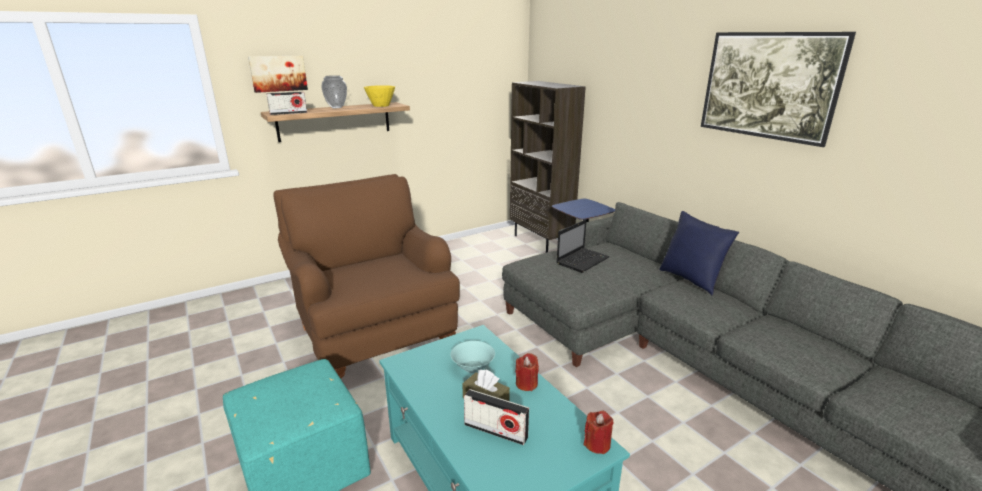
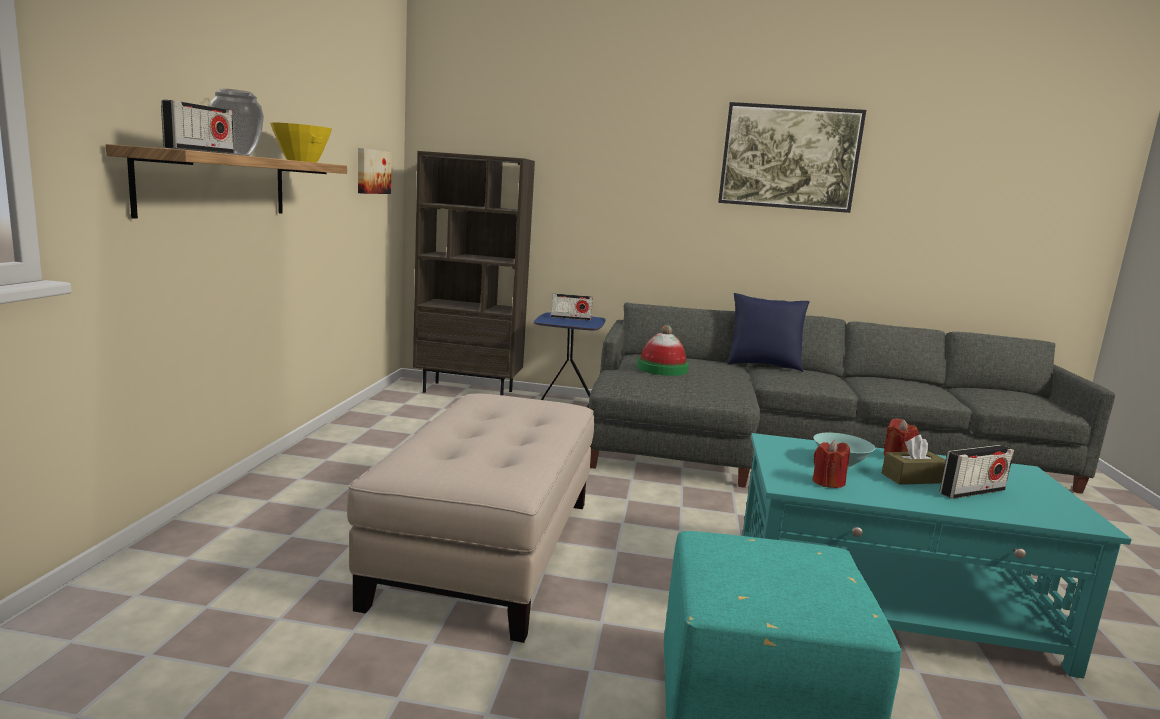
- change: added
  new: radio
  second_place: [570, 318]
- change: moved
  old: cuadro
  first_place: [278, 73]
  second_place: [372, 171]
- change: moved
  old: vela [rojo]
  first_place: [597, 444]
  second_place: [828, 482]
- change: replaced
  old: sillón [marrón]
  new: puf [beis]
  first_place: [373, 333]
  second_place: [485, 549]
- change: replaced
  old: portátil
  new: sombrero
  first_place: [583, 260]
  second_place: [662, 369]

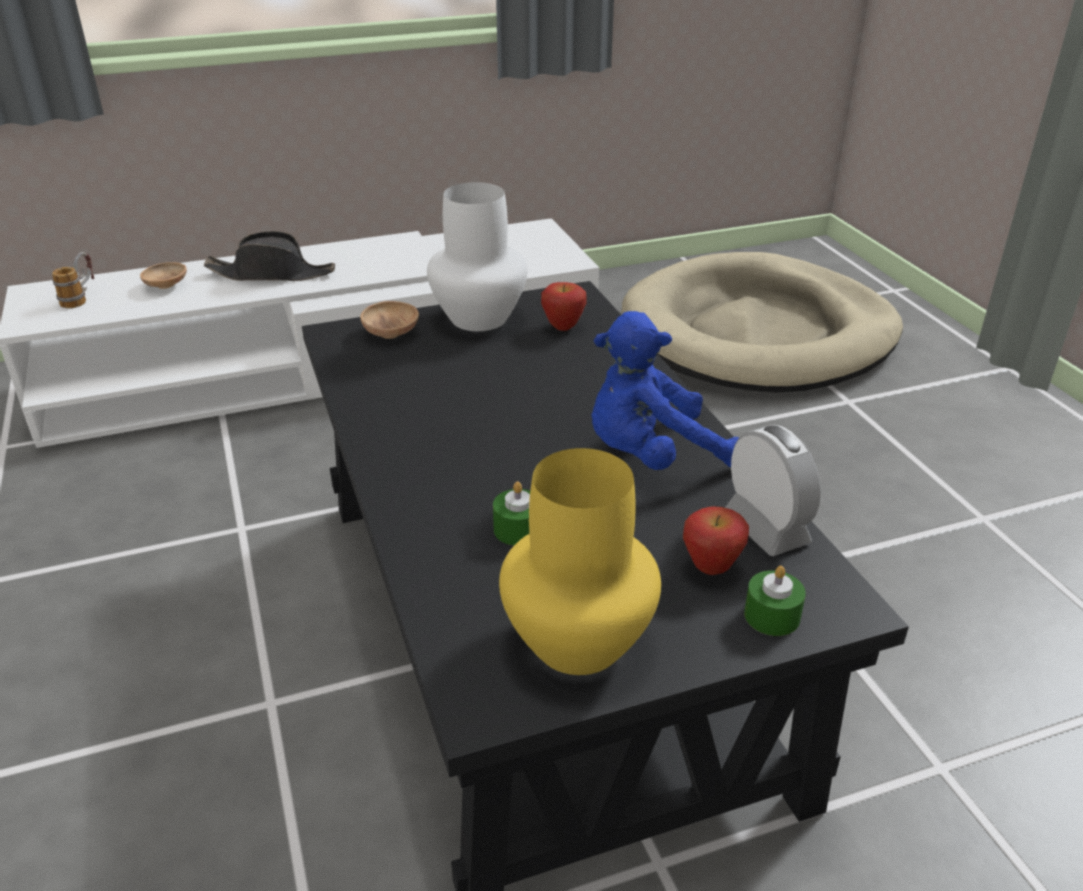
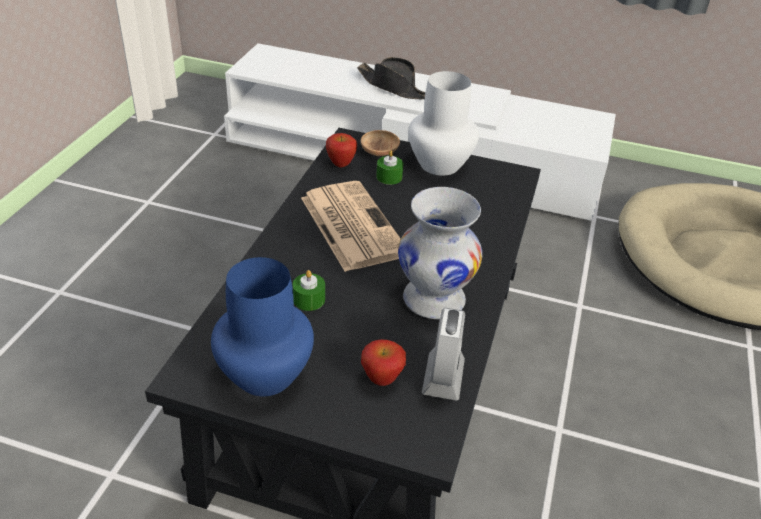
- change: removed
  old: taza grande
  first_place: [81, 298]
- change: removed
  old: cuenco [marrón]
  first_place: [166, 286]
- change: added
  new: periódico
  second_place: [351, 225]
- change: moved
  old: manzana
  first_place: [563, 327]
  second_place: [341, 164]
- change: moved
  old: vela [verde]
  first_place: [772, 616]
  second_place: [389, 177]
- change: replaced
  old: peluche [azul]
  new: florero [blanco]
  first_place: [652, 456]
  second_place: [433, 298]
- change: recoloured
  old: florero [amarillo]
  new: florero [azul]
  first_place: [580, 641]
  second_place: [266, 375]

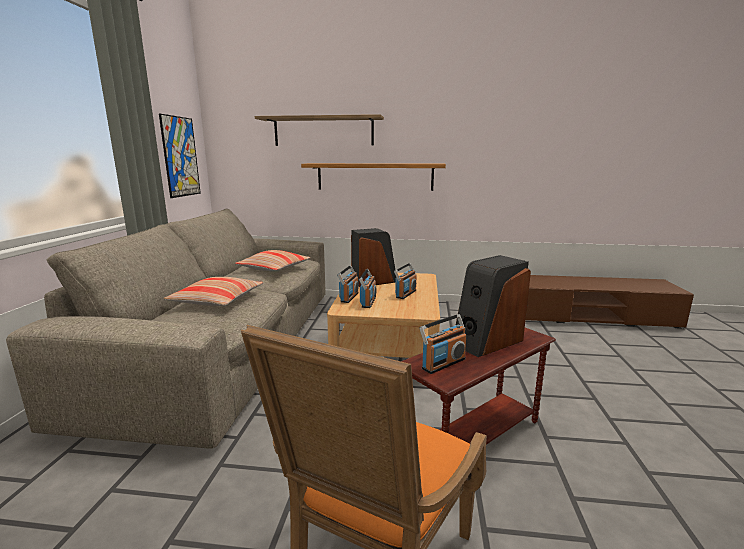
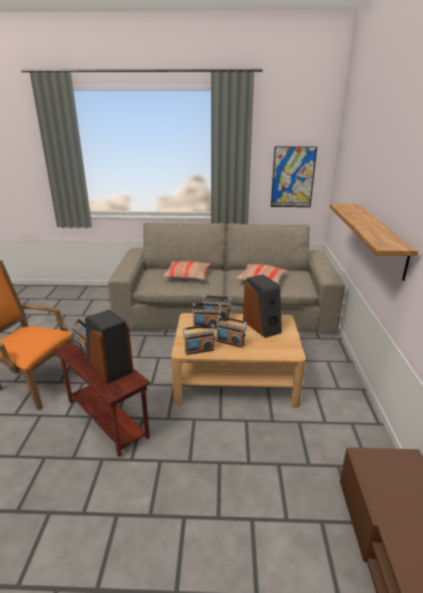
- change: removed
  old: estante
  first_place: [323, 131]
- change: added
  new: radio
  second_place: [199, 350]

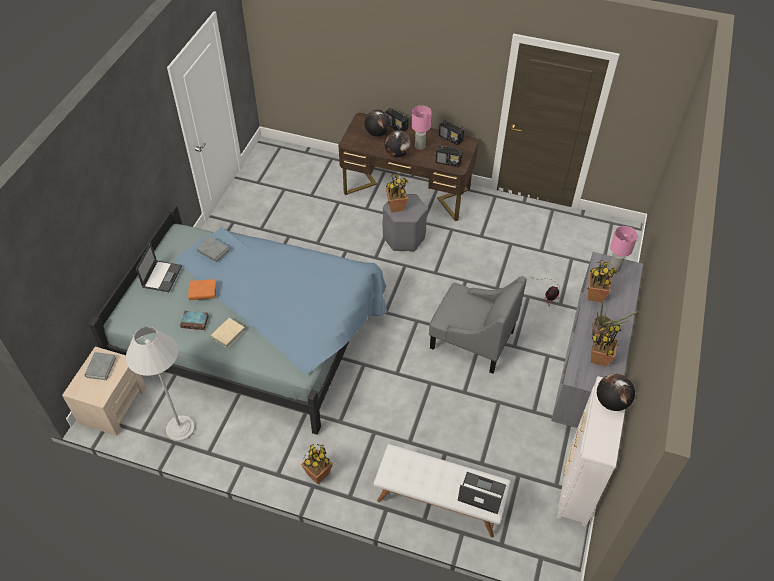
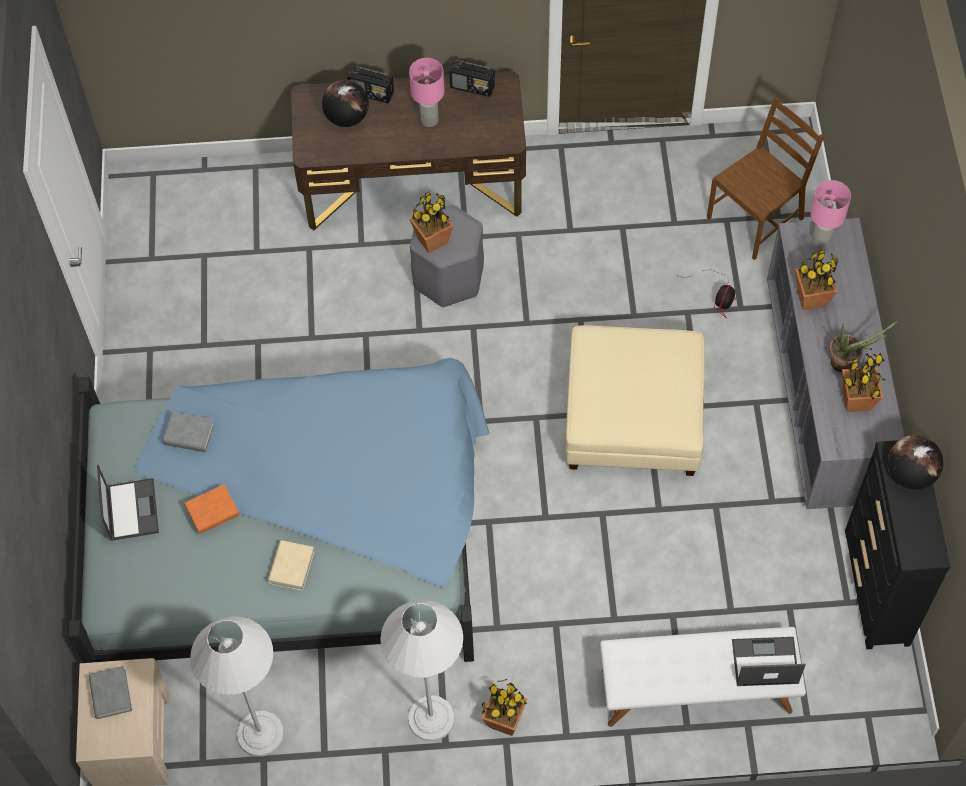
- change: removed
  old: libro
  first_place: [195, 321]
- change: removed
  old: globo terráqueo
  first_place: [397, 154]
- change: removed
  old: radio
  first_place: [448, 162]
- change: added
  new: lámpara de pie [blanco]
  second_place: [431, 718]
- change: added
  new: silla [marrón]
  second_place: [756, 218]
- change: replaced
  old: sillón [gris]
  new: puf [beis]
  first_place: [471, 340]
  second_place: [633, 419]
- change: recoloured
  old: cómoda [blanco]
  new: cómoda [negro]
  first_place: [578, 484]
  second_place: [876, 588]

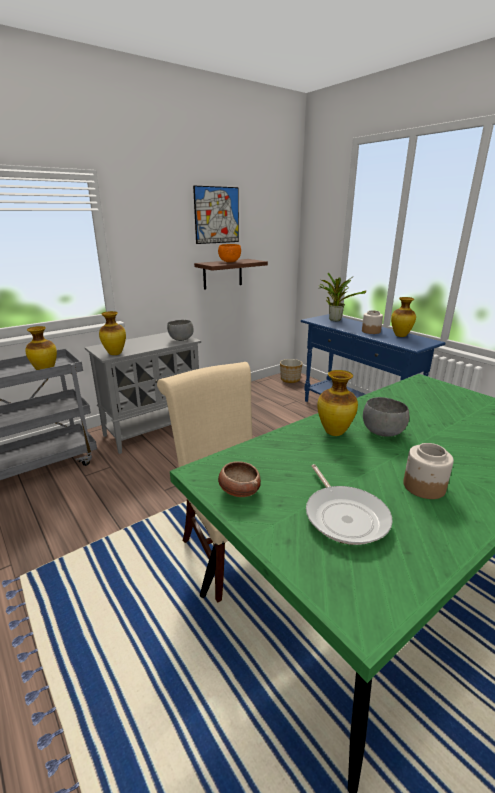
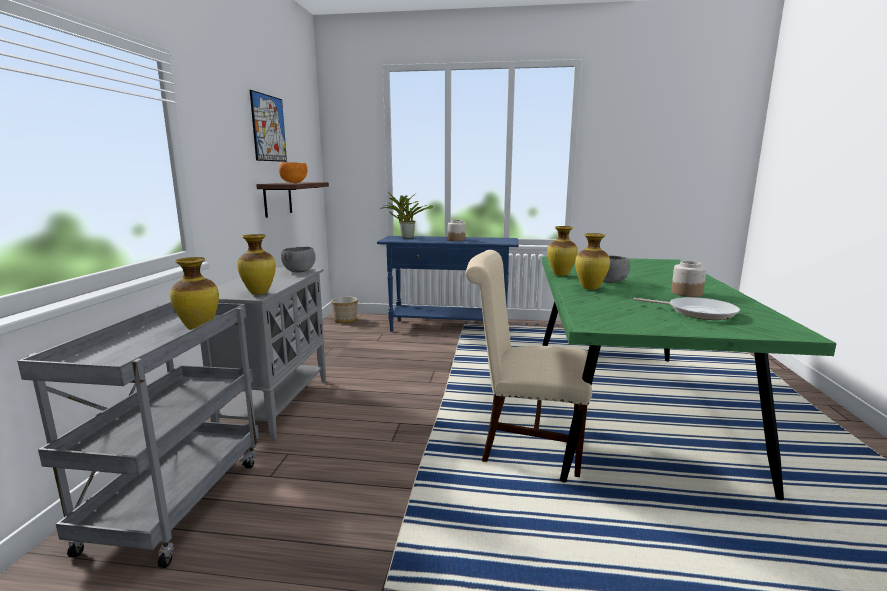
- change: removed
  old: cuenco
  first_place: [239, 491]
- change: moved
  old: florero
  first_place: [400, 336]
  second_place: [561, 275]

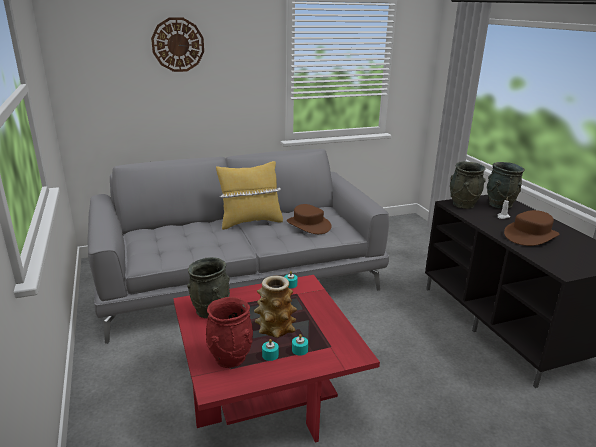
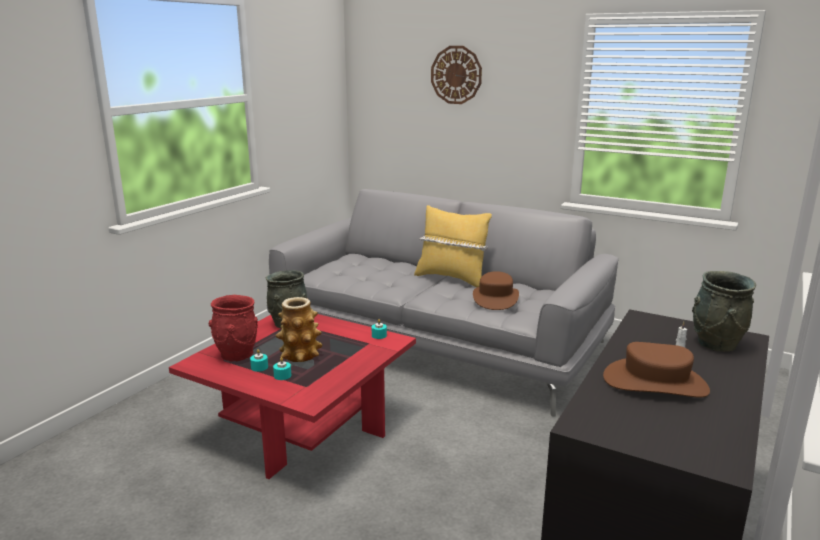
- change: removed
  old: florero [gris]
  first_place: [463, 204]

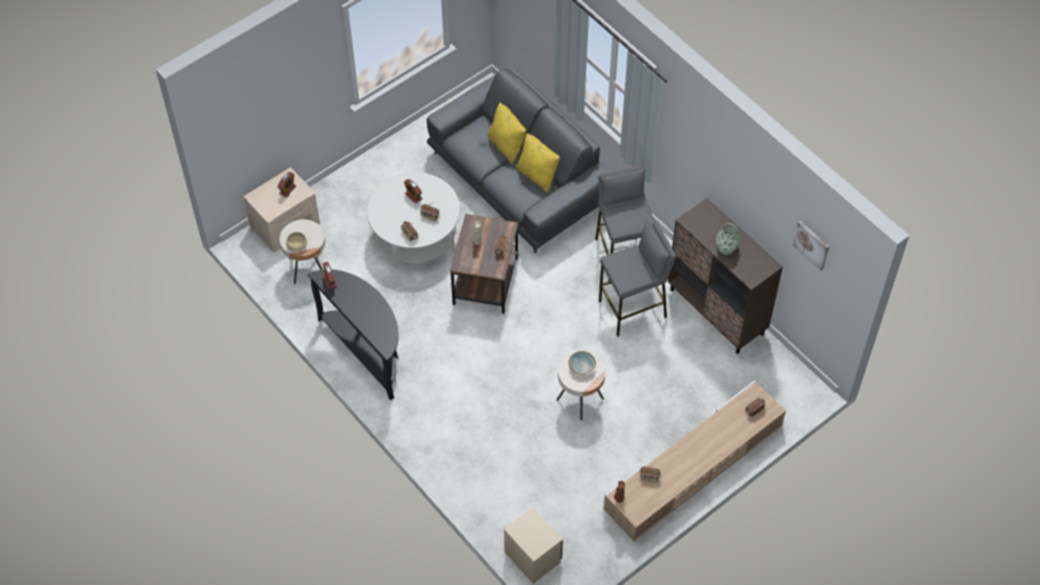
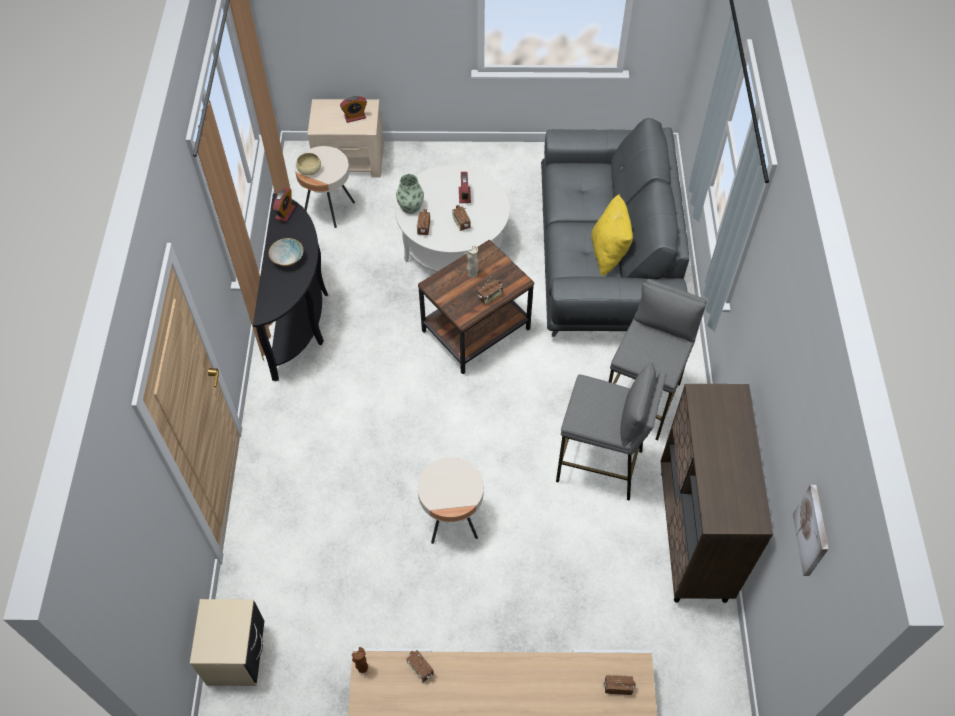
- change: removed
  old: cojín [amarillo]
  first_place: [506, 145]
- change: moved
  old: cuenco
  first_place: [582, 367]
  second_place: [288, 258]
- change: moved
  old: florero
  first_place: [726, 248]
  second_place: [411, 206]

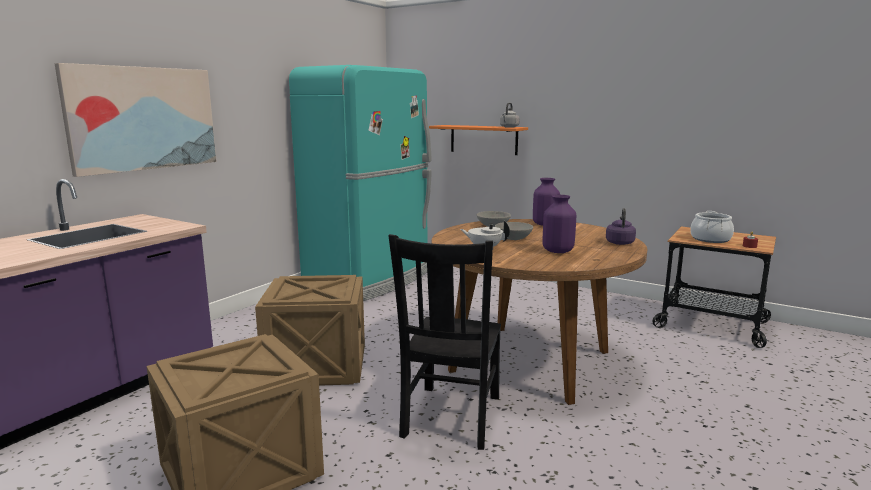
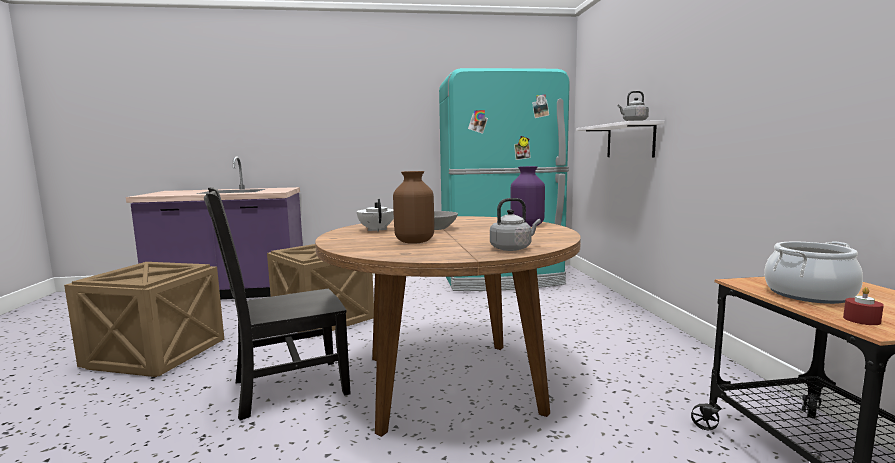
- change: removed
  old: cuadro
  first_place: [143, 118]
- change: removed
  old: cuenco [gris]
  first_place: [493, 226]
- change: recoloured
  old: estante [naranja]
  new: estante [blanco]
  first_place: [483, 139]
  second_place: [630, 141]
- change: recoloured
  old: florero [morado]
  new: florero [marrón]
  first_place: [557, 251]
  second_place: [414, 241]
- change: recoloured
  old: hervidor [morado]
  new: hervidor [gris]
  first_place: [619, 242]
  second_place: [512, 248]

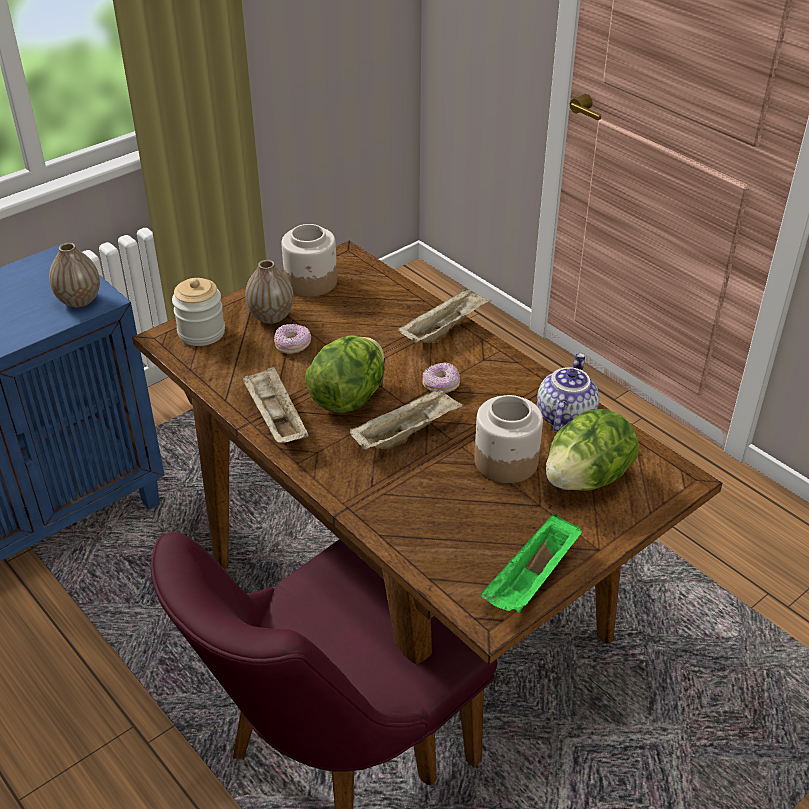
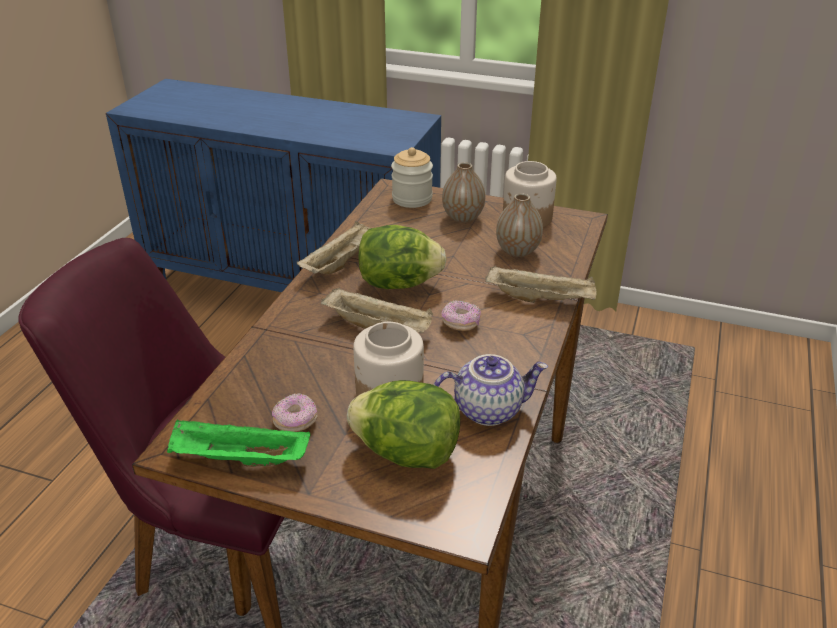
- change: moved
  old: florero
  first_place: [79, 300]
  second_place: [517, 251]
- change: moved
  old: rosquilla
  first_place: [293, 345]
  second_place: [296, 421]

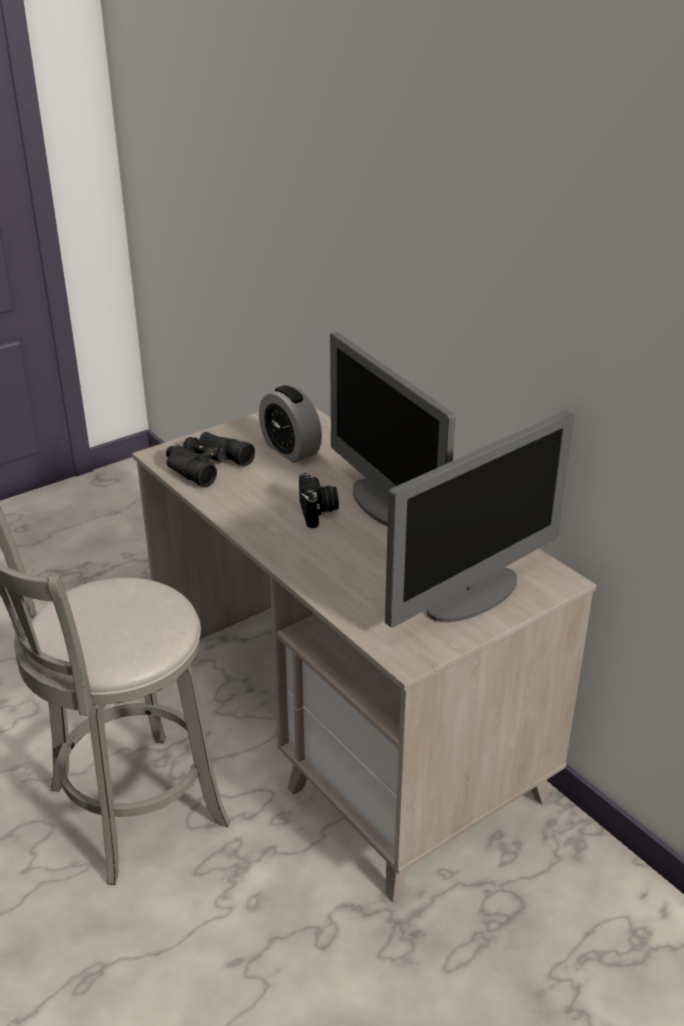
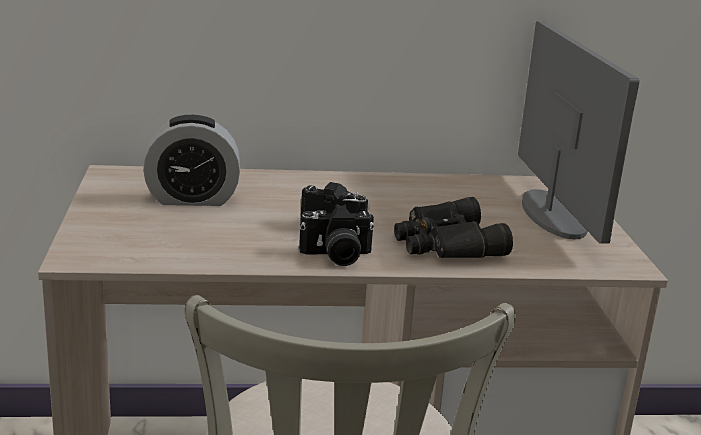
- change: removed
  old: monitor
  first_place: [386, 506]
- change: added
  new: cámara
  second_place: [336, 257]
- change: moved
  old: prismáticos [negro]
  first_place: [203, 464]
  second_place: [445, 244]

